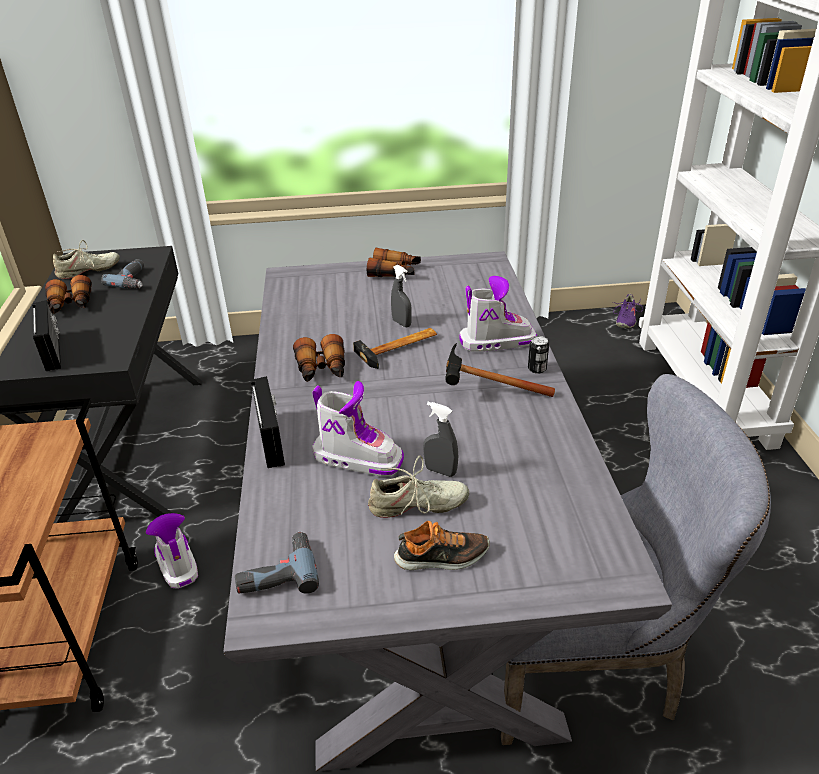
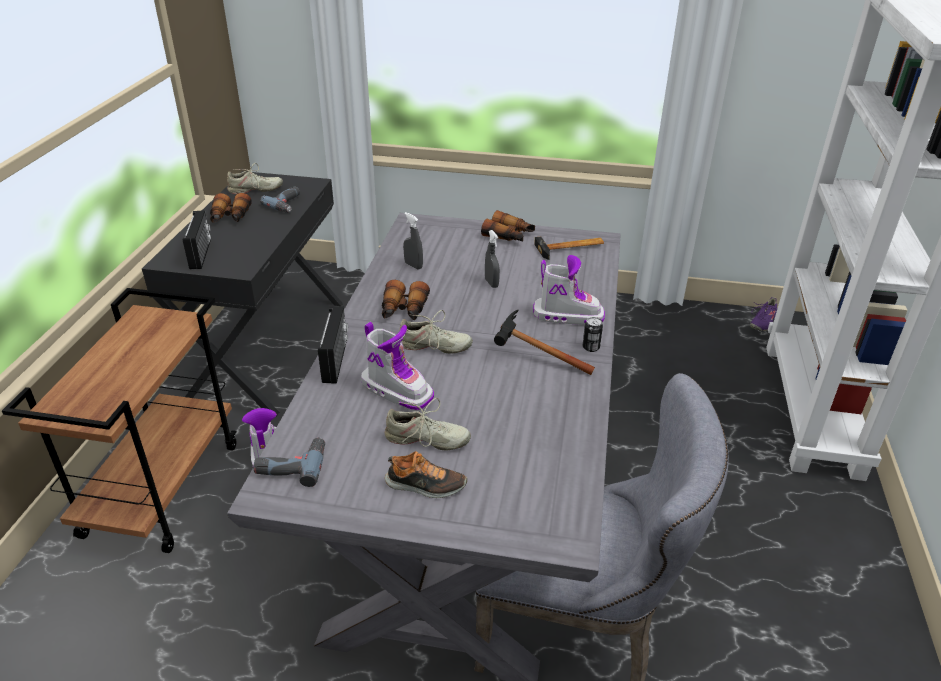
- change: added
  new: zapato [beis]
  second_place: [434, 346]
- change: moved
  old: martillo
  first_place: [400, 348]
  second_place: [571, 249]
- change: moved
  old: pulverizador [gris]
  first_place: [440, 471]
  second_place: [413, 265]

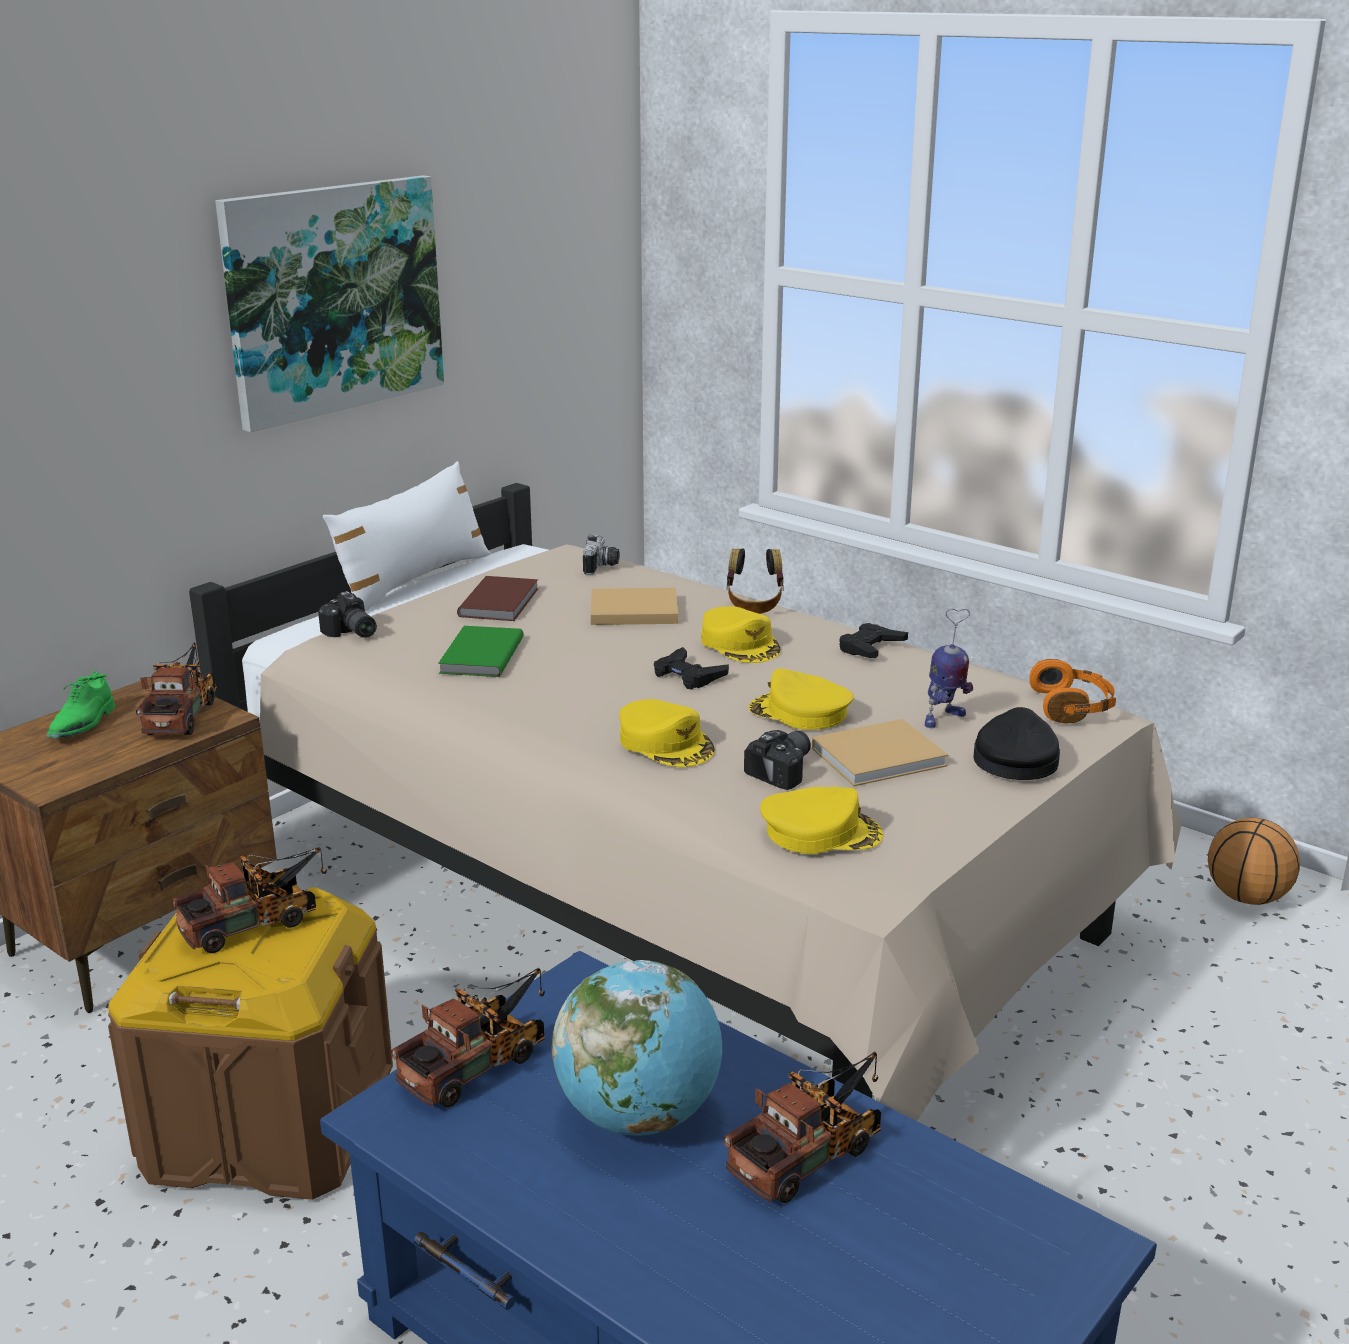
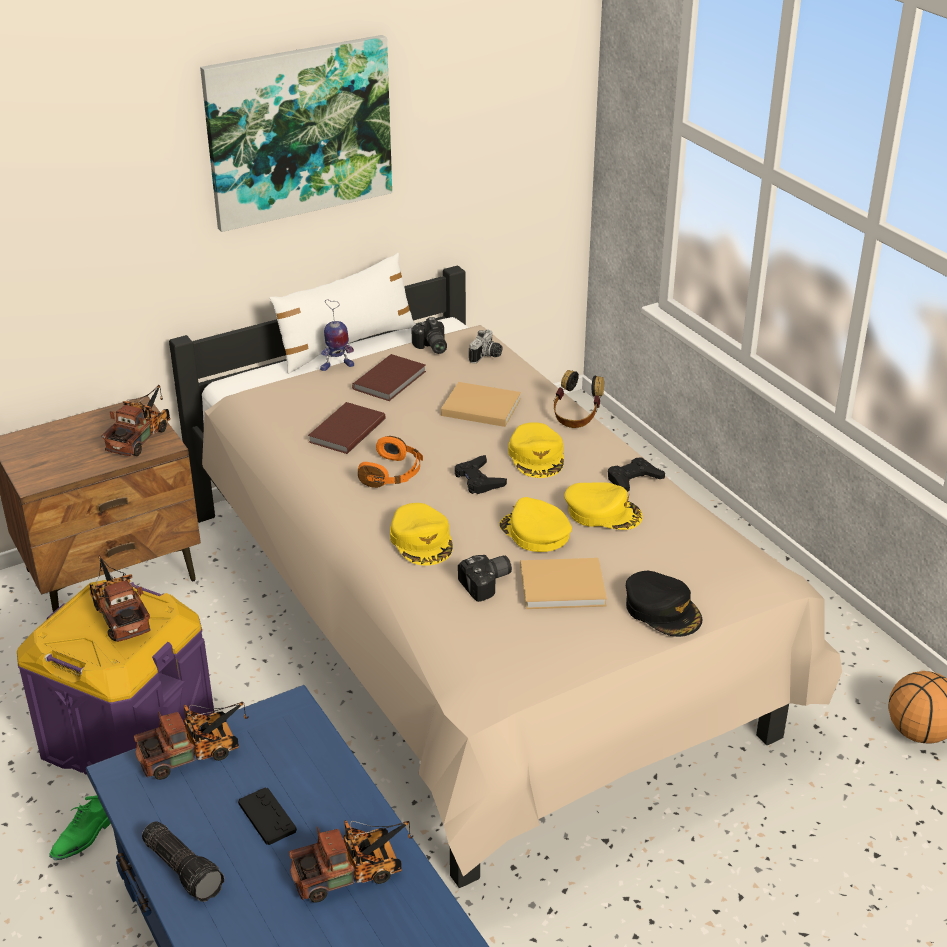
- change: added
  new: linterna
  second_place: [184, 869]
- change: moved
  old: zapato [verde]
  first_place: [83, 725]
  second_place: [84, 837]
- change: moved
  old: cámara
  first_place: [350, 633]
  second_place: [431, 347]
- change: moved
  old: gorra [amarillo]
  first_place: [821, 832]
  second_place: [603, 512]
- change: moved
  old: robot de juguete
  first_place: [943, 719]
  second_place: [336, 366]
- change: moved
  old: auriculares [naranja]
  first_place: [1072, 707]
  second_place: [393, 474]
- change: replaced
  old: globo terráqueo
  new: mando de consola [negro]
  first_place: [639, 1115]
  second_place: [267, 817]
- change: recoloured
  old: caja de almacenaje [marrón]
  new: caja de almacenaje [morado]
  first_place: [270, 1123]
  second_place: [128, 736]
- change: recoloured
  old: libro [verde]
  new: libro [marrón]
  first_place: [479, 656]
  second_place: [345, 431]
- change: turned
  old: camión de juguete
  first_place: [258, 923]
  second_place: [119, 613]
  degrees: -105
- change: turned
  old: gorra [negro]
  first_place: [1015, 758]
  second_place: [662, 610]
  degrees: 105

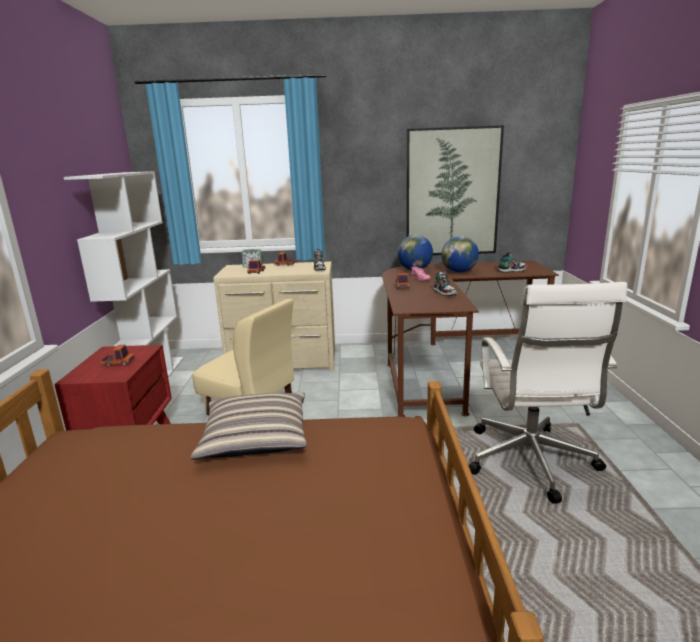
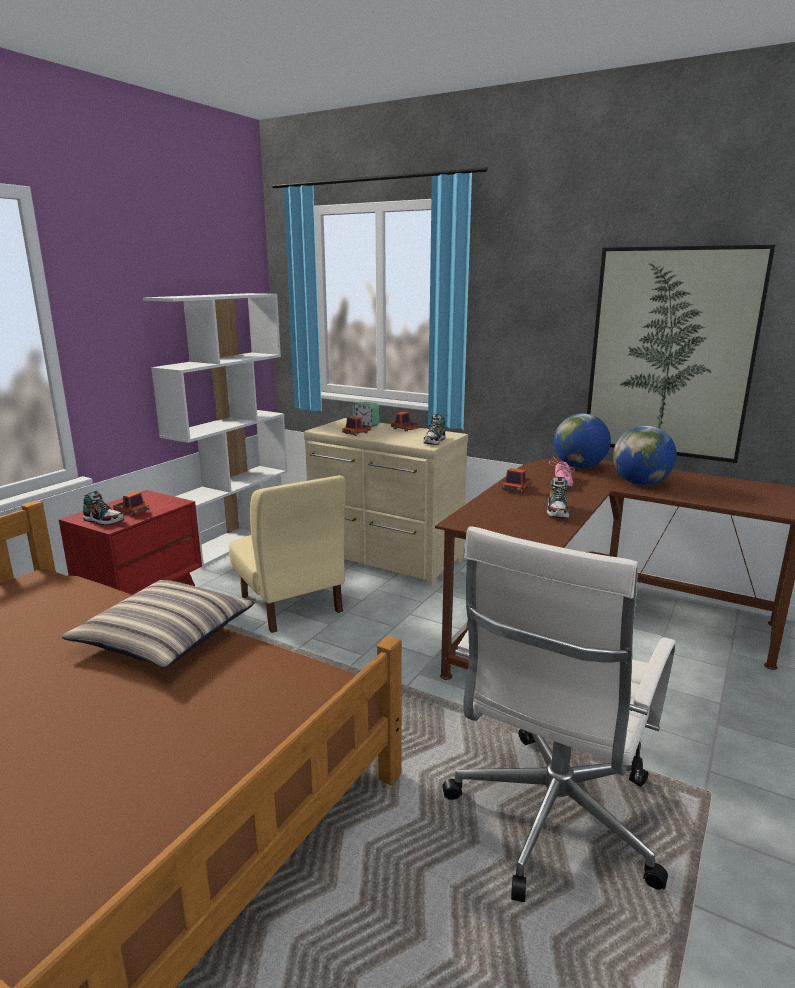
- change: moved
  old: zapato
  first_place: [512, 271]
  second_place: [104, 521]

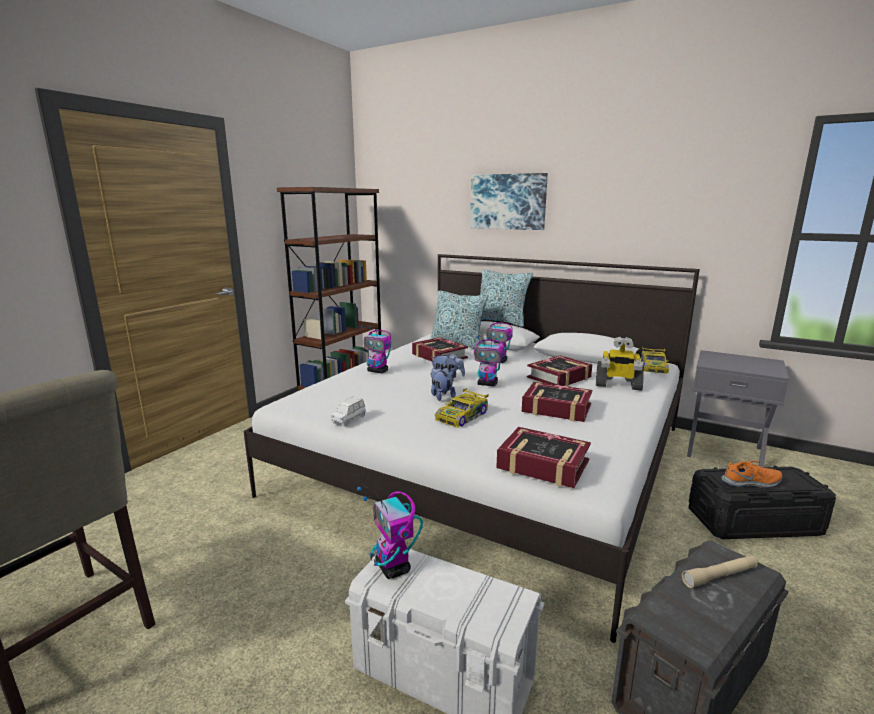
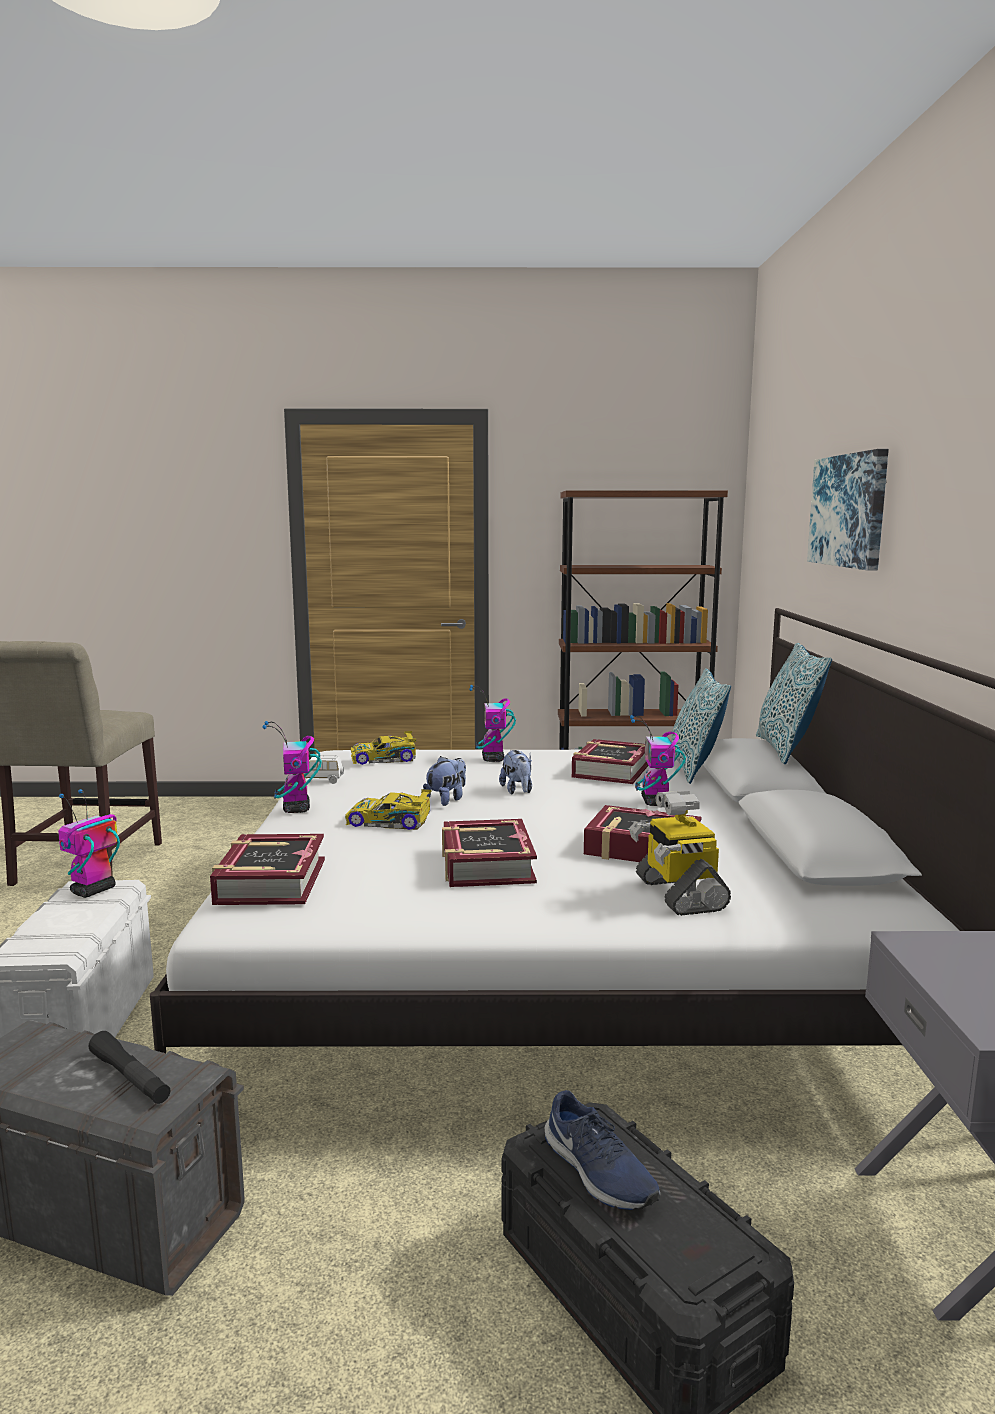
- change: moved
  old: robot de juguete
  first_place: [488, 384]
  second_place: [296, 809]
- change: moved
  old: coche de juguete
  first_place: [653, 366]
  second_place: [385, 758]
- change: recoloured
  old: linterna [beis]
  new: linterna [negro]
  first_place: [719, 576]
  second_place: [130, 1077]
- change: recoloured
  old: zapato [naranja]
  new: zapato [azul]
  first_place: [752, 483]
  second_place: [597, 1172]

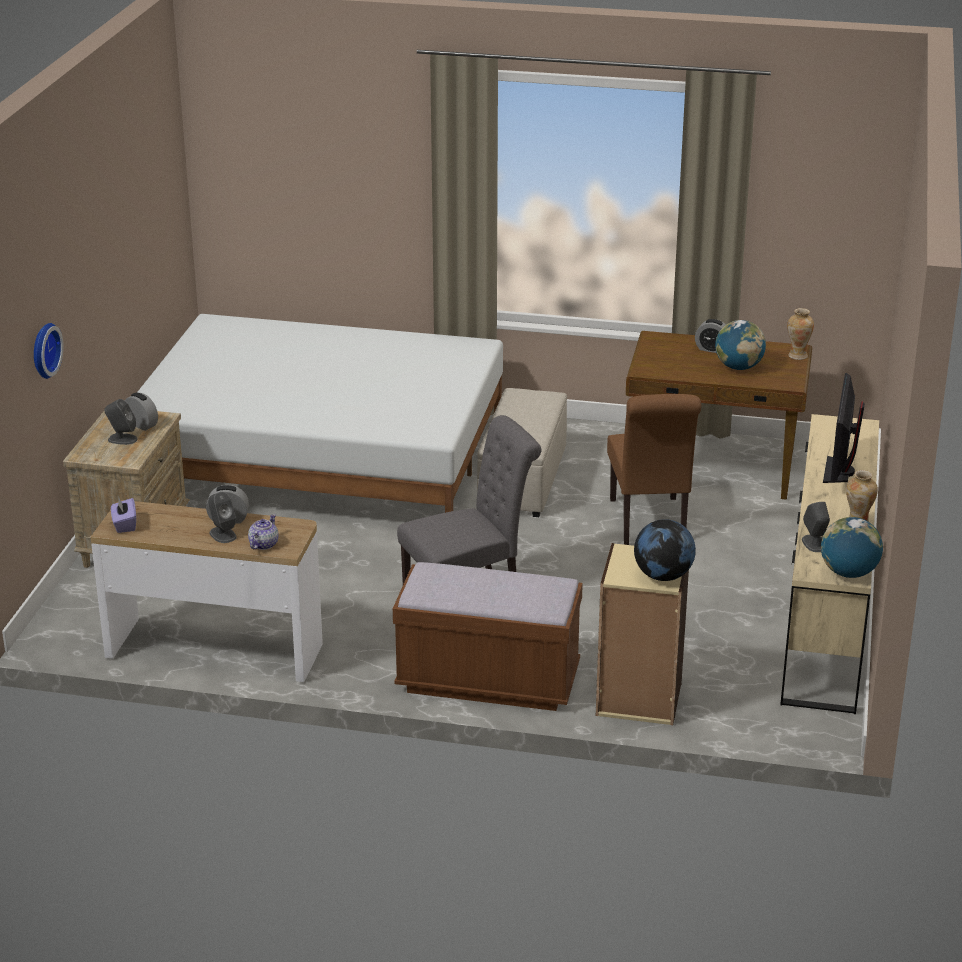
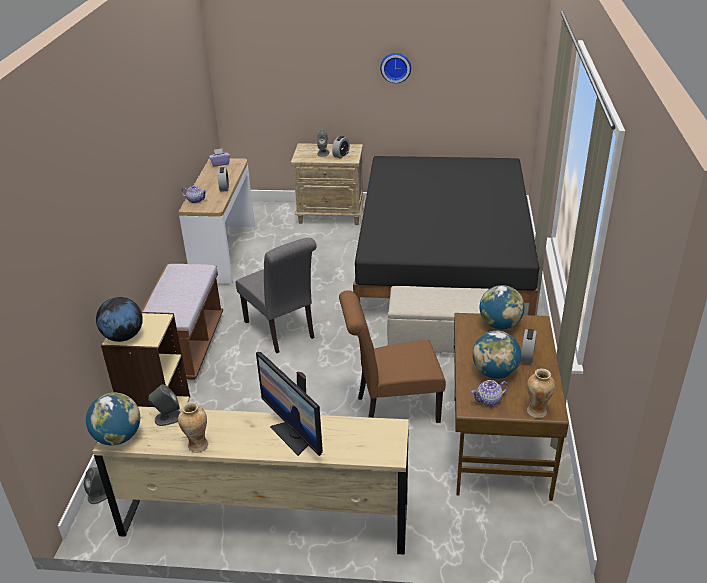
- change: added
  new: tetera
  second_place: [489, 400]
- change: added
  new: globo terráqueo
  second_place: [500, 324]
- change: moved
  old: reloj de pared
  first_place: [43, 350]
  second_place: [395, 67]
- change: moved
  old: altavoz [gris]
  first_place: [222, 534]
  second_place: [100, 495]
- change: recoloured
  old: cama [blanco]
  new: cama [negro]
  first_place: [320, 459]
  second_place: [443, 257]
- change: turned
  old: monitor
  first_place: [838, 471]
  second_place: [294, 435]
  degrees: -135

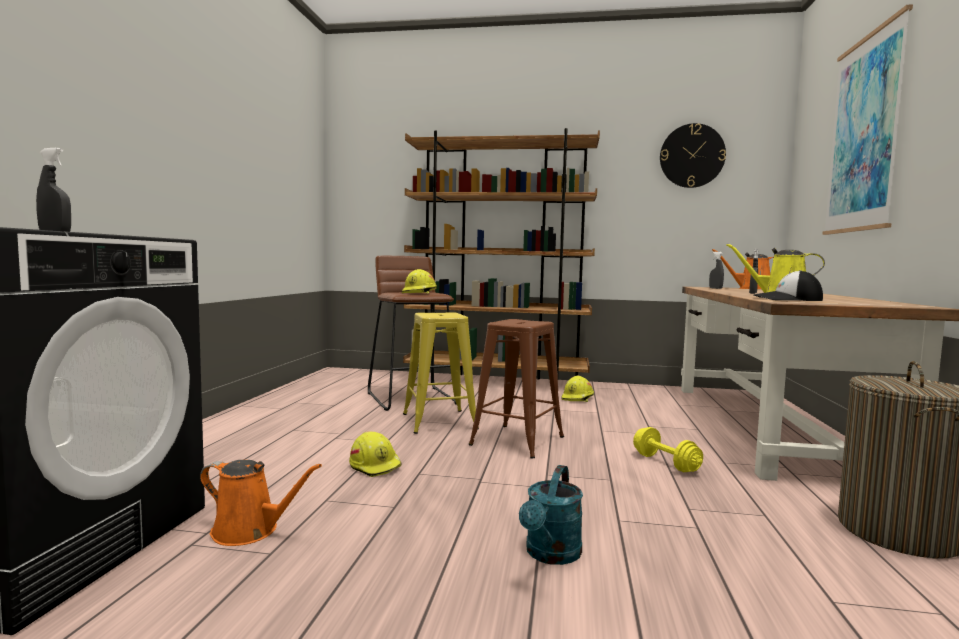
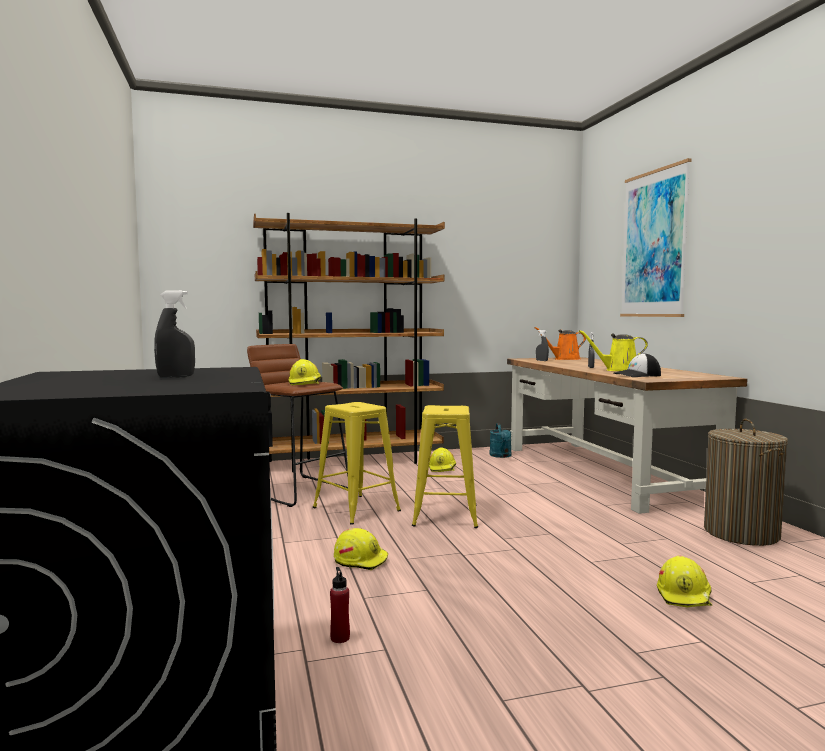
- change: removed
  old: mancuerna [amarillo]
  first_place: [665, 463]
- change: removed
  old: reloj de pared
  first_place: [692, 156]
- change: added
  new: casco [amarillo]
  second_place: [684, 595]
- change: moved
  old: regadera [turquesa]
  first_place: [550, 555]
  second_place: [501, 456]
- change: replaced
  old: regadera [naranja]
  new: botella [rojo]
  first_place: [250, 531]
  second_place: [340, 638]
- change: recoloured
  old: taburete [marrón]
  new: taburete [amarillo]
  first_place: [517, 441]
  second_place: [445, 515]

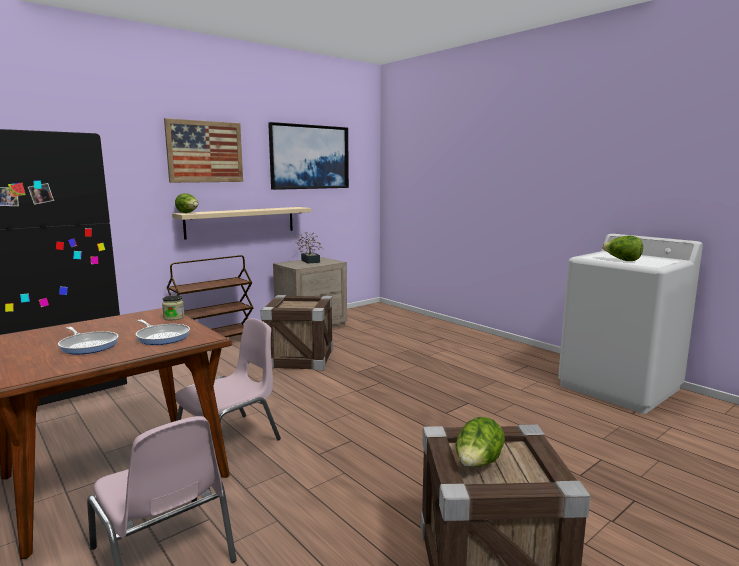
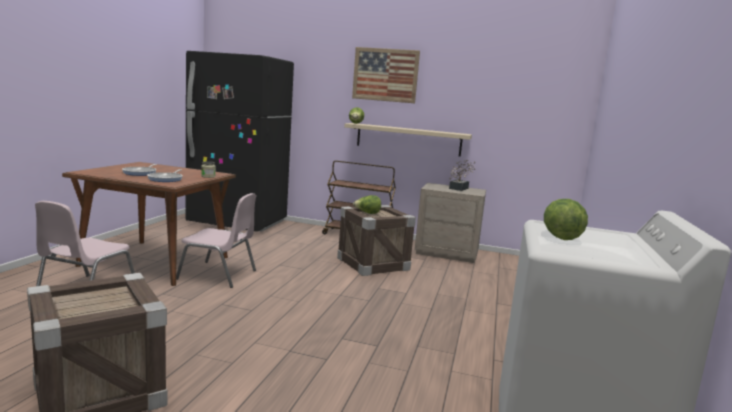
- change: removed
  old: cuadro
  first_place: [309, 157]
- change: moved
  old: lechuga
  first_place: [478, 465]
  second_place: [367, 213]

